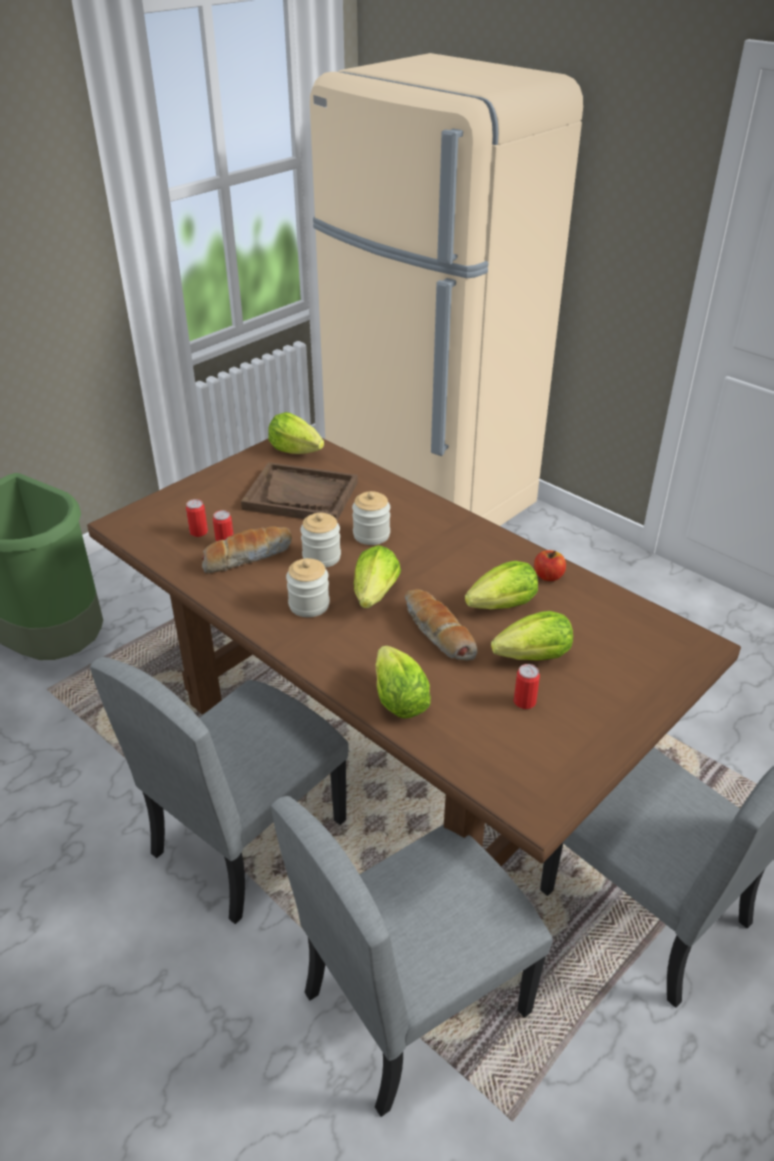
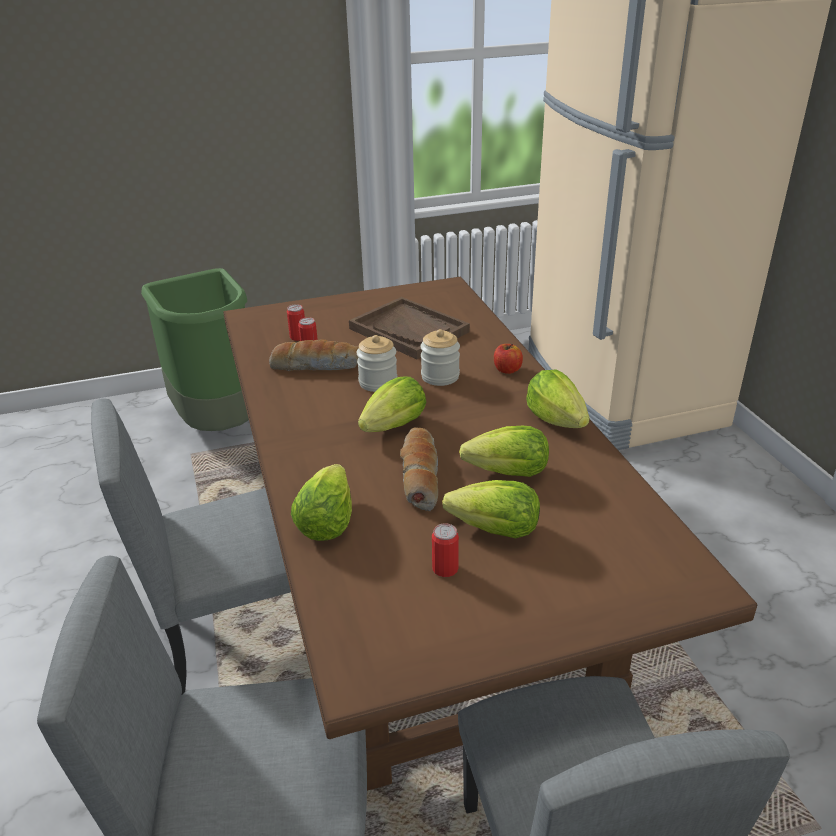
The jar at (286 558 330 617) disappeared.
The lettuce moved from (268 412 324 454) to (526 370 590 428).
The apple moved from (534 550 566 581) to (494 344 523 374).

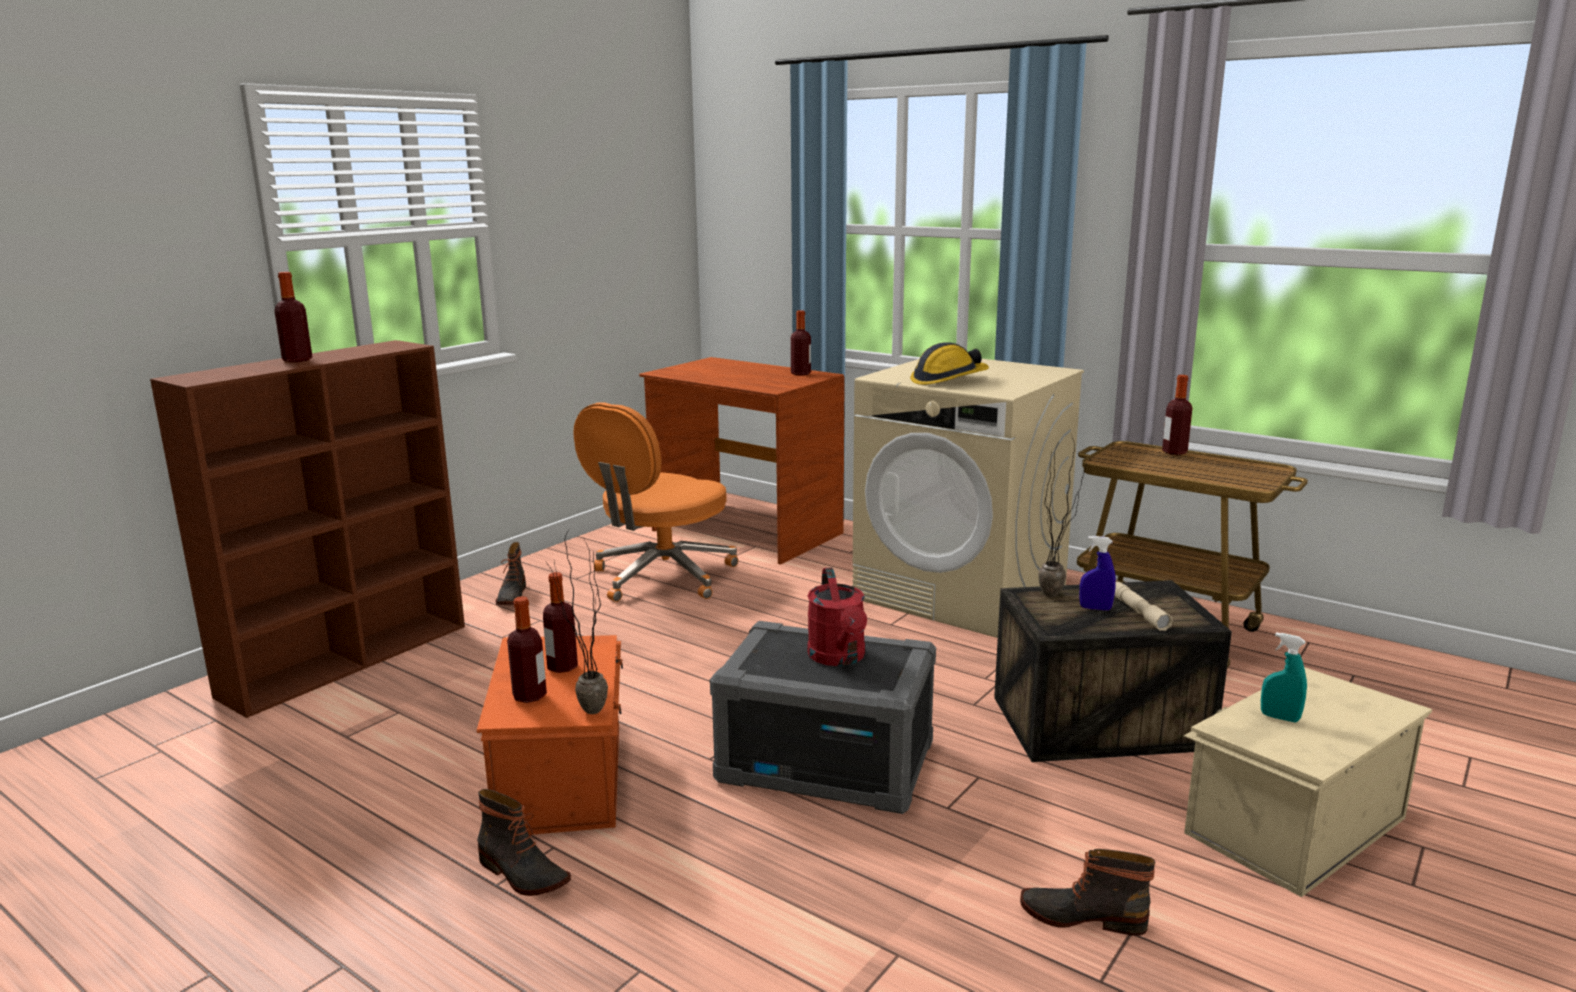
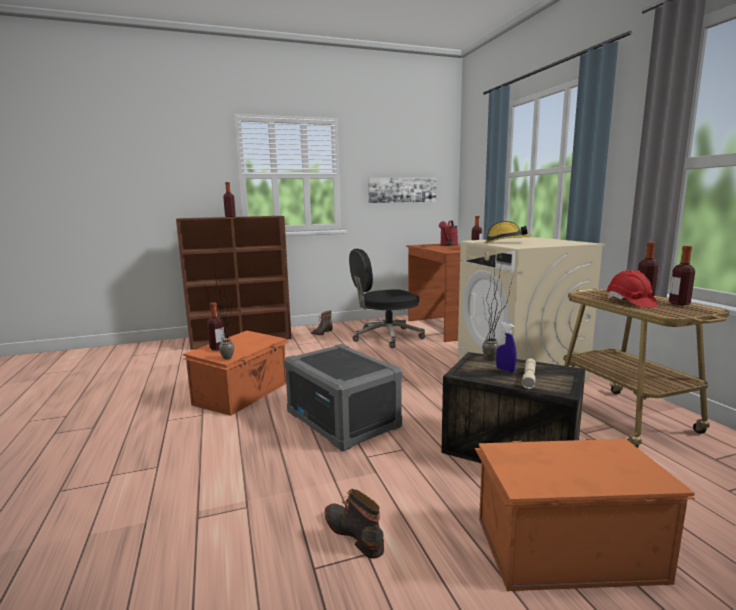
The boot at (477 789 571 896) disappeared.
The turquoise spray bottle at (1261 632 1307 722) disappeared.
The picture at (368 177 436 203) appeared.
The red hard hat at (607 270 658 308) appeared.
The bottle moved from (543 572 578 673) to (669 246 695 305).
The red watering can moved from (807 567 867 666) to (439 221 458 246).
The orange office chair at (573 402 738 602) became the black office chair at (349 249 425 348).
The beige storage box at (1184 667 1432 897) became the orange storage box at (475 438 695 591).

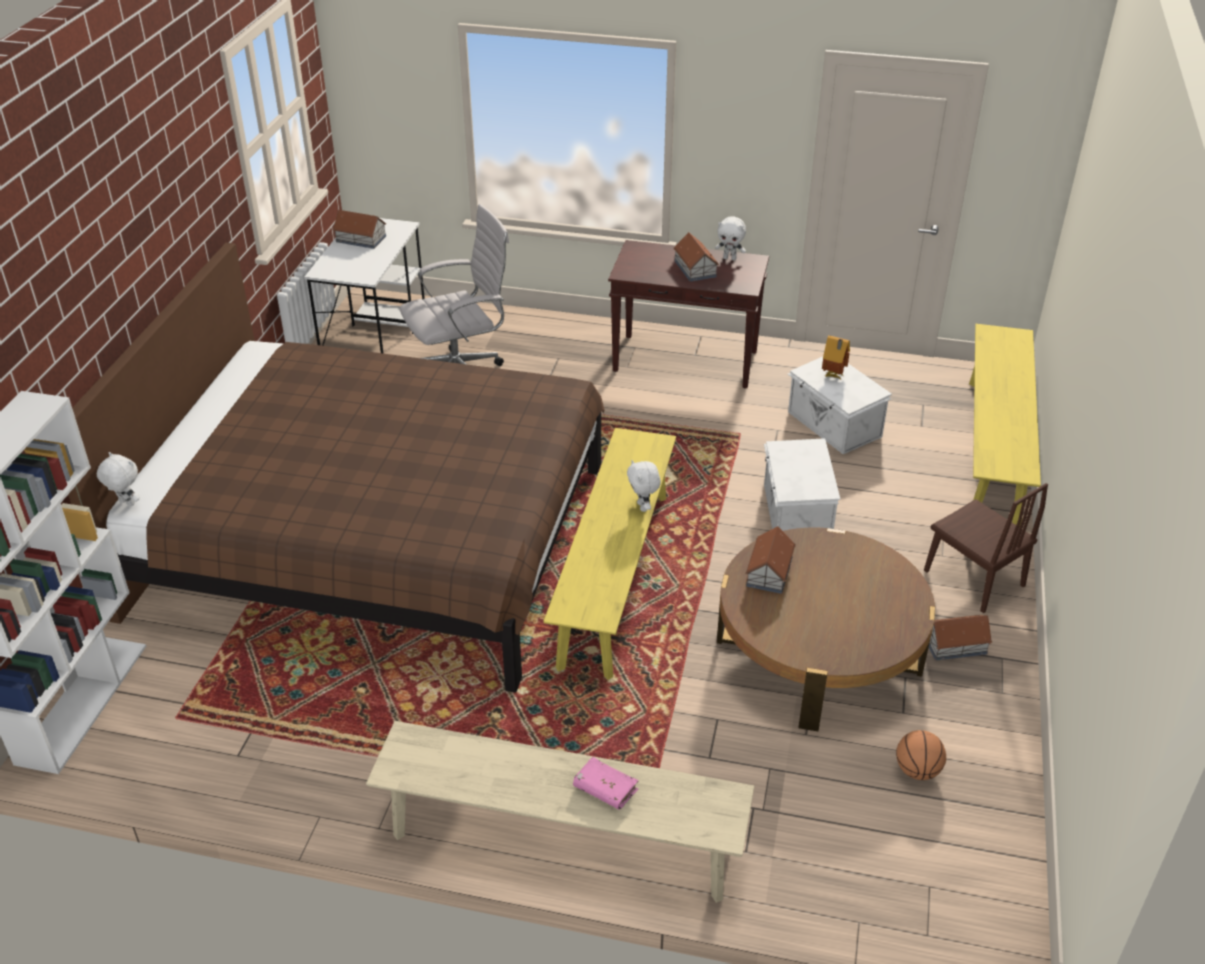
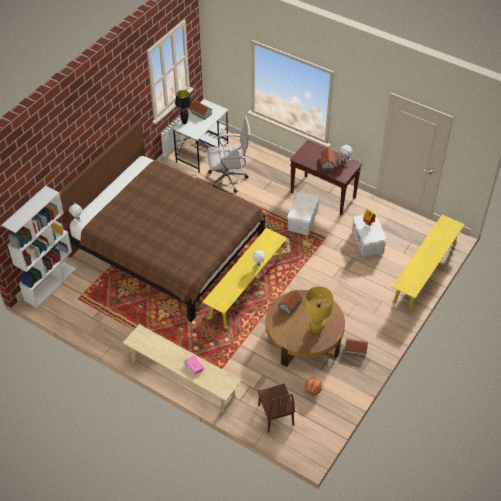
The black table lamp at (175 90 192 124) appeared.
The yellow table lamp at (305 287 334 333) appeared.
The white storage box moved from (764 438 840 531) to (287 192 320 236).
The brown chair moved from (924 483 1048 613) to (257 384 295 433).

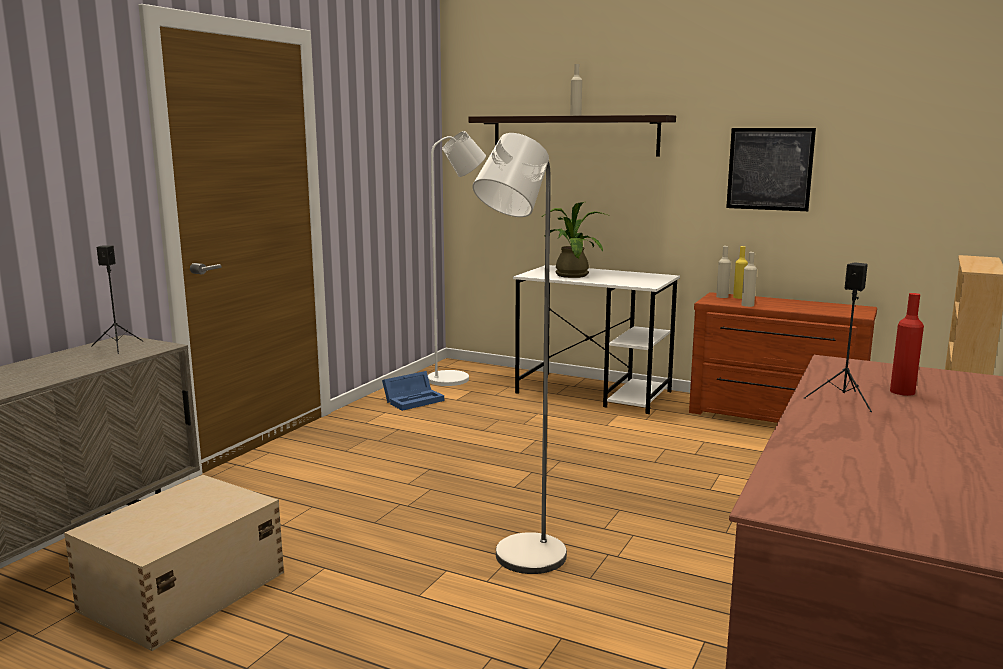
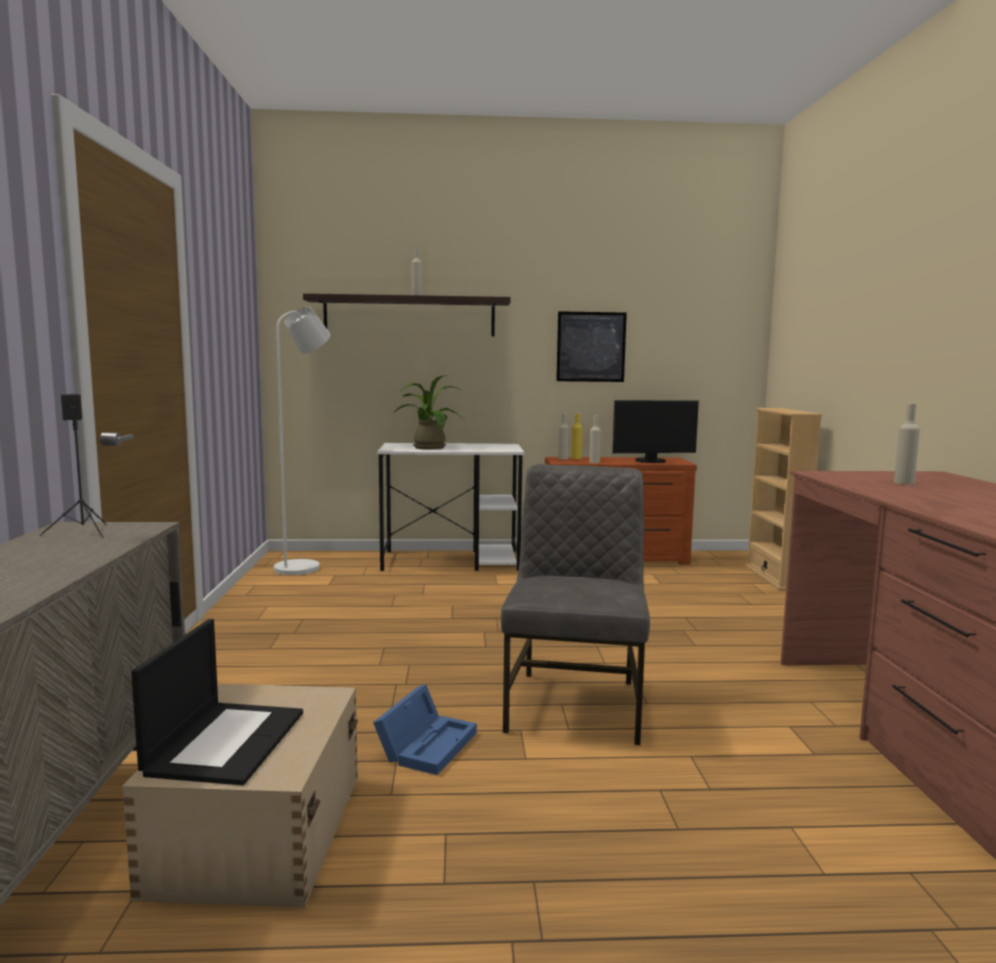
The black speaker at (804 262 872 412) disappeared.
The laptop at (131 619 303 786) appeared.
The monitor at (612 400 699 463) appeared.
The blue storage box moved from (382 371 444 411) to (373 684 477 775).
The grey floor lamp at (472 133 567 574) was replaced by the grey chair at (501 464 650 745).
The red bottle at (890 293 924 396) became the beige bottle at (894 404 920 485).

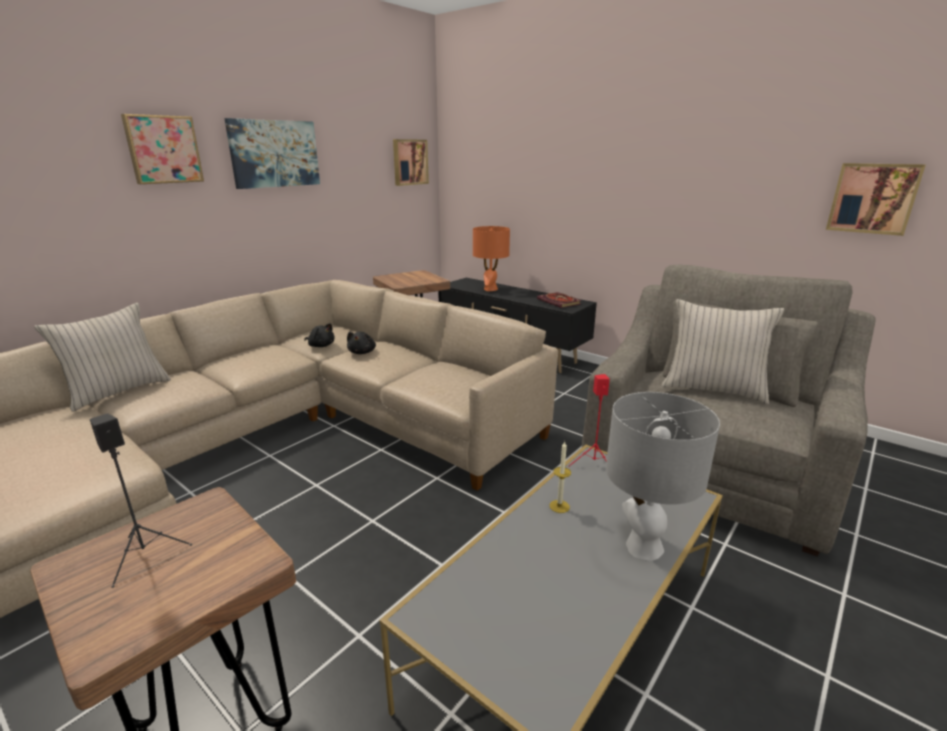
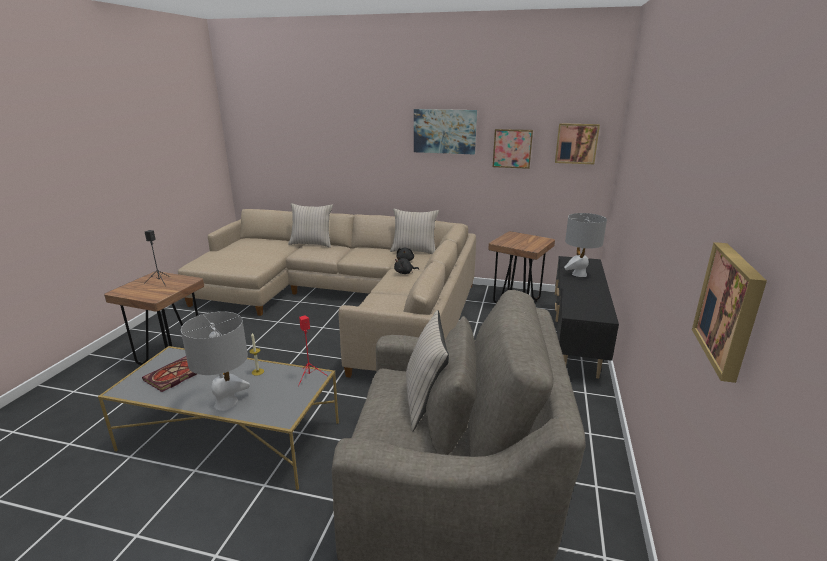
The beige pillow at (390 209 439 254) appeared.
The picture moved from (121 114 204 184) to (493 129 533 169).
The book moved from (537 292 582 308) to (142 356 197 392).
The orange table lamp at (473 226 510 291) became the grey table lamp at (564 213 607 277).

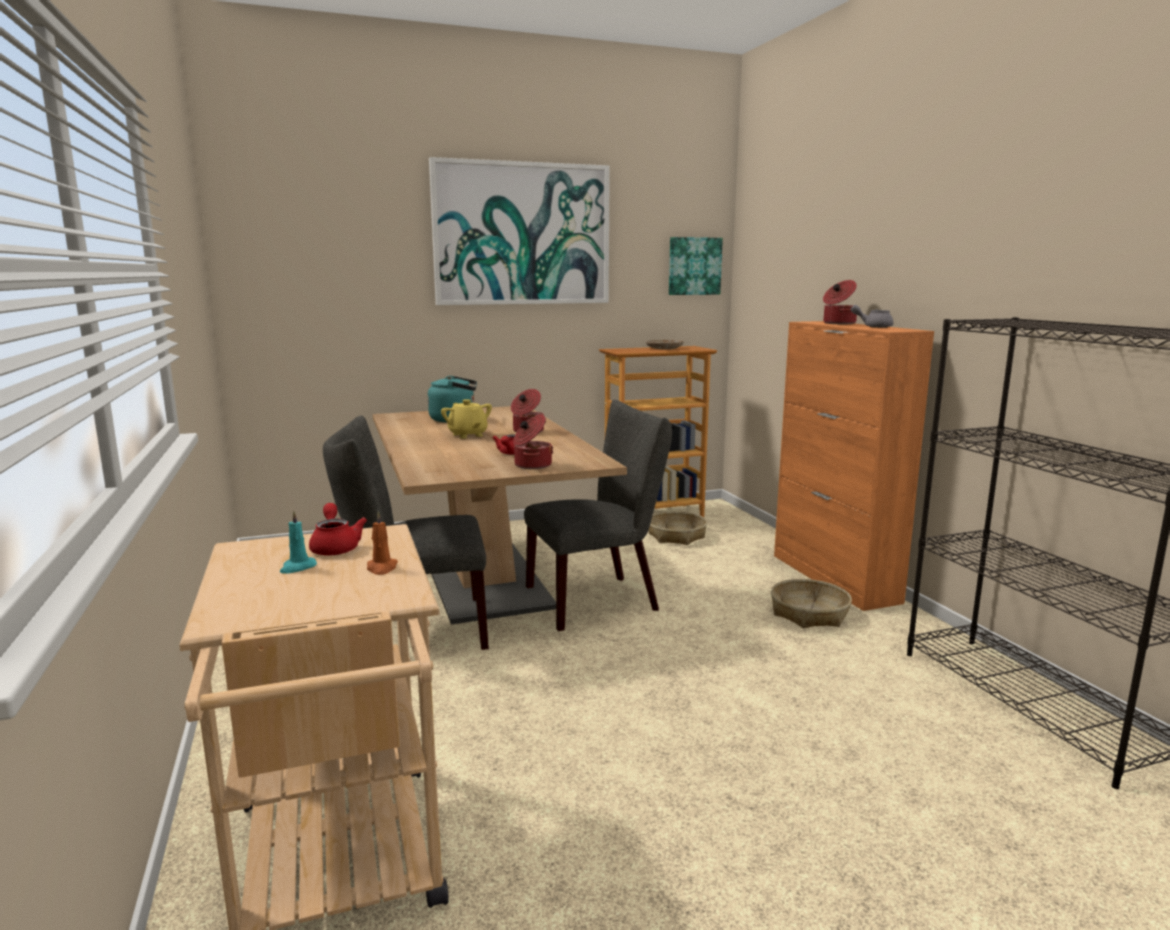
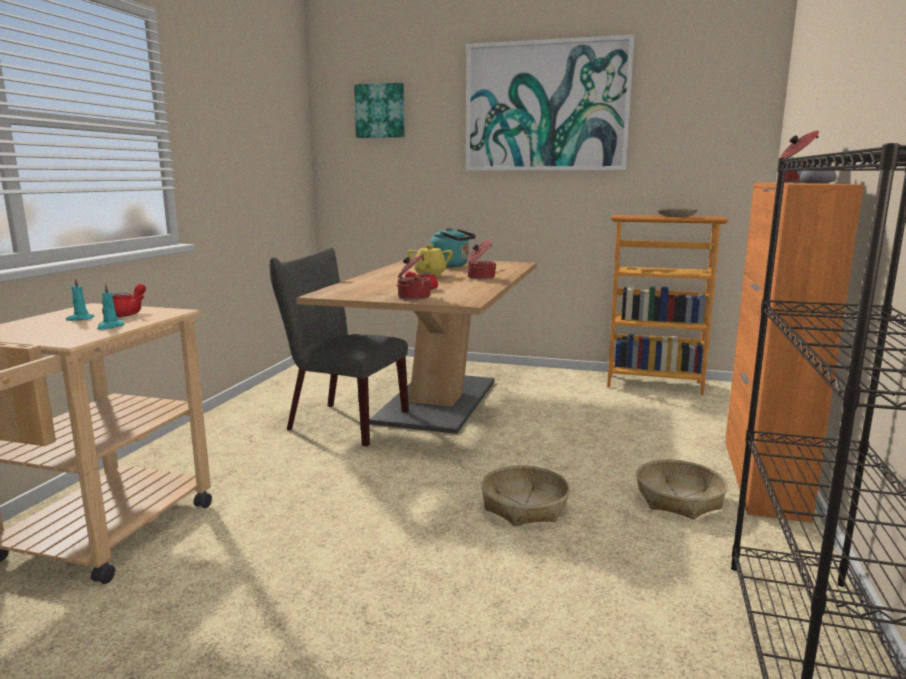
The grey chair at (524 400 672 631) disappeared.
The basket moved from (648 511 707 545) to (481 465 570 526).
The picture moved from (669 237 723 295) to (354 83 405 138).
The orange candle at (367 511 398 575) became the turquoise candle at (97 283 125 330).

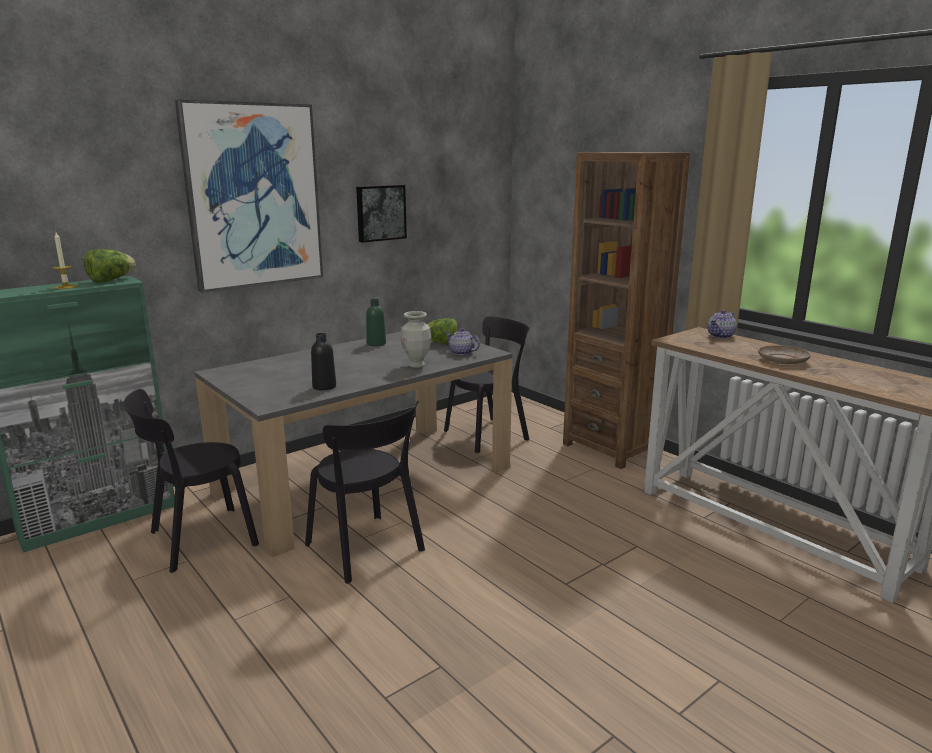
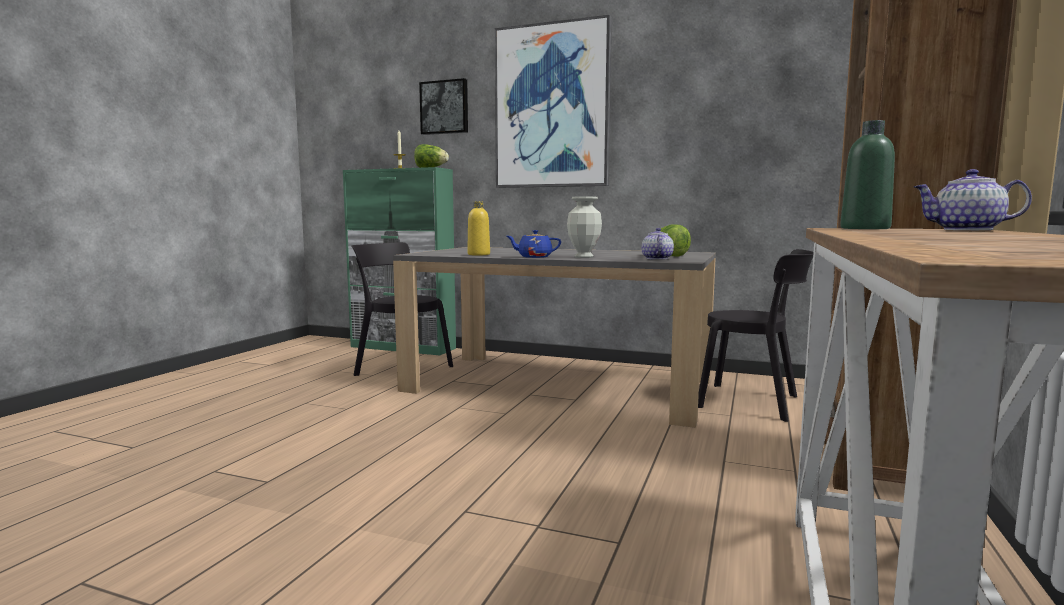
The black chair at (305 400 425 584) disappeared.
The beige plate at (758 345 811 364) disappeared.
The blue teapot at (507 230 561 258) appeared.
The picture moved from (356 185 407 243) to (419 78 468 135).
The green bottle moved from (366 299 386 346) to (840 120 895 229).
The black bottle at (311 333 336 390) became the yellow bottle at (467 201 490 255).

